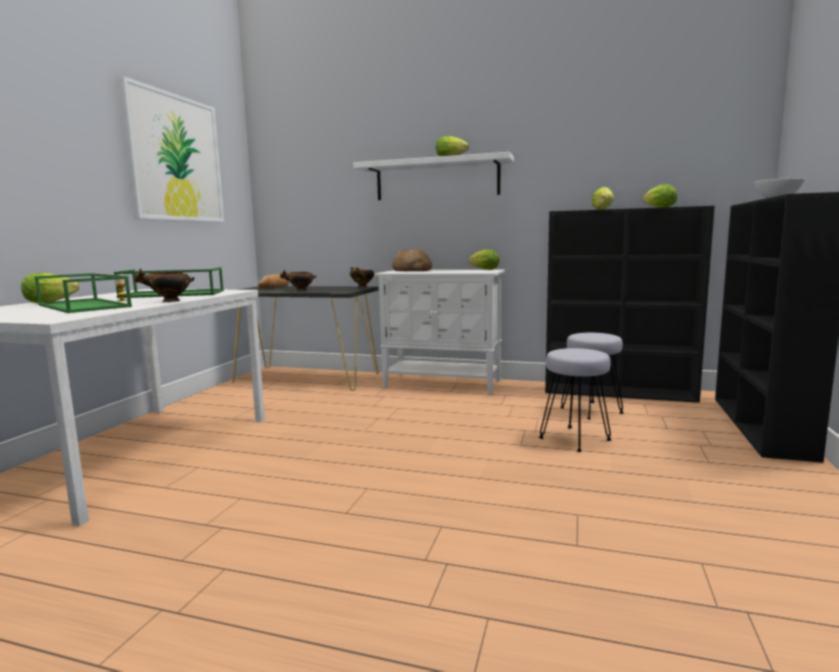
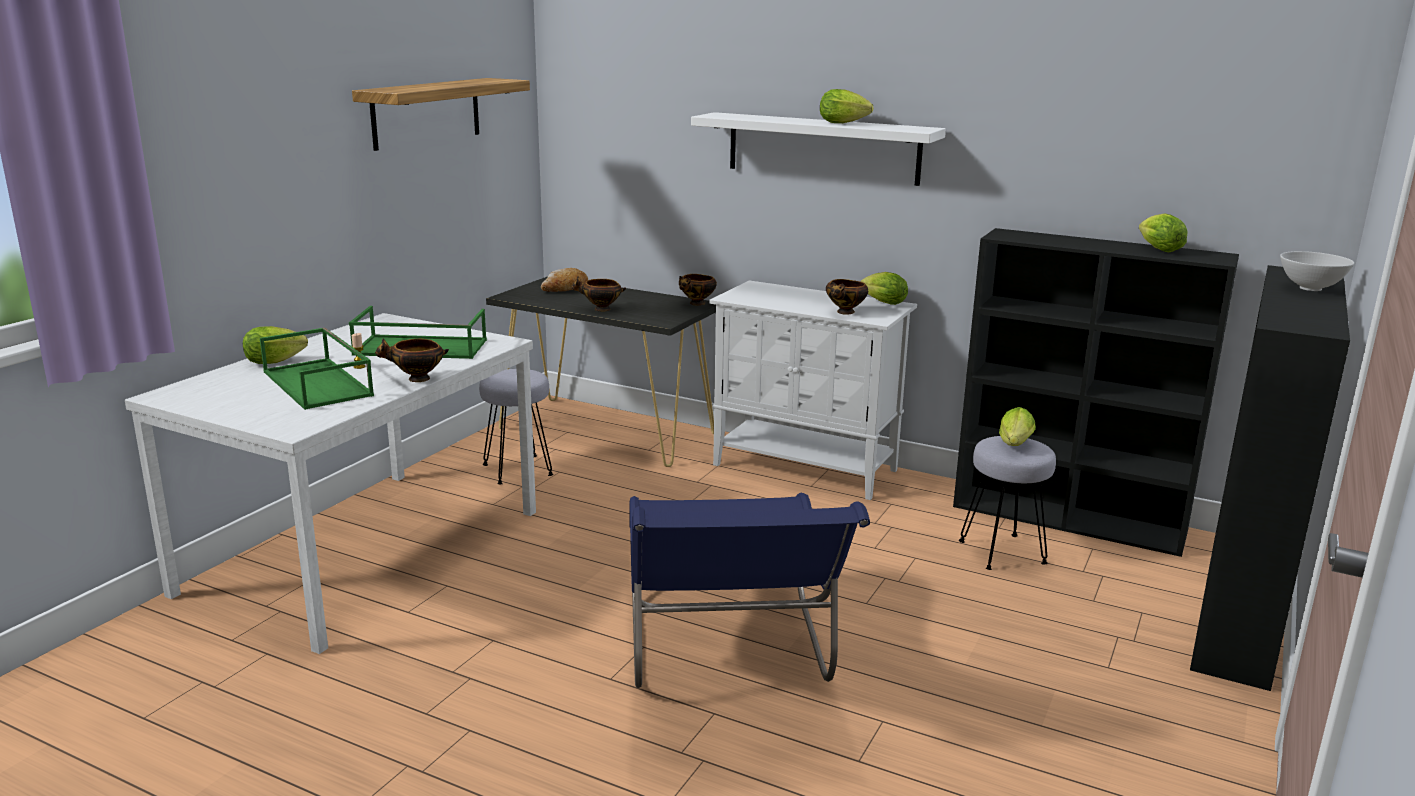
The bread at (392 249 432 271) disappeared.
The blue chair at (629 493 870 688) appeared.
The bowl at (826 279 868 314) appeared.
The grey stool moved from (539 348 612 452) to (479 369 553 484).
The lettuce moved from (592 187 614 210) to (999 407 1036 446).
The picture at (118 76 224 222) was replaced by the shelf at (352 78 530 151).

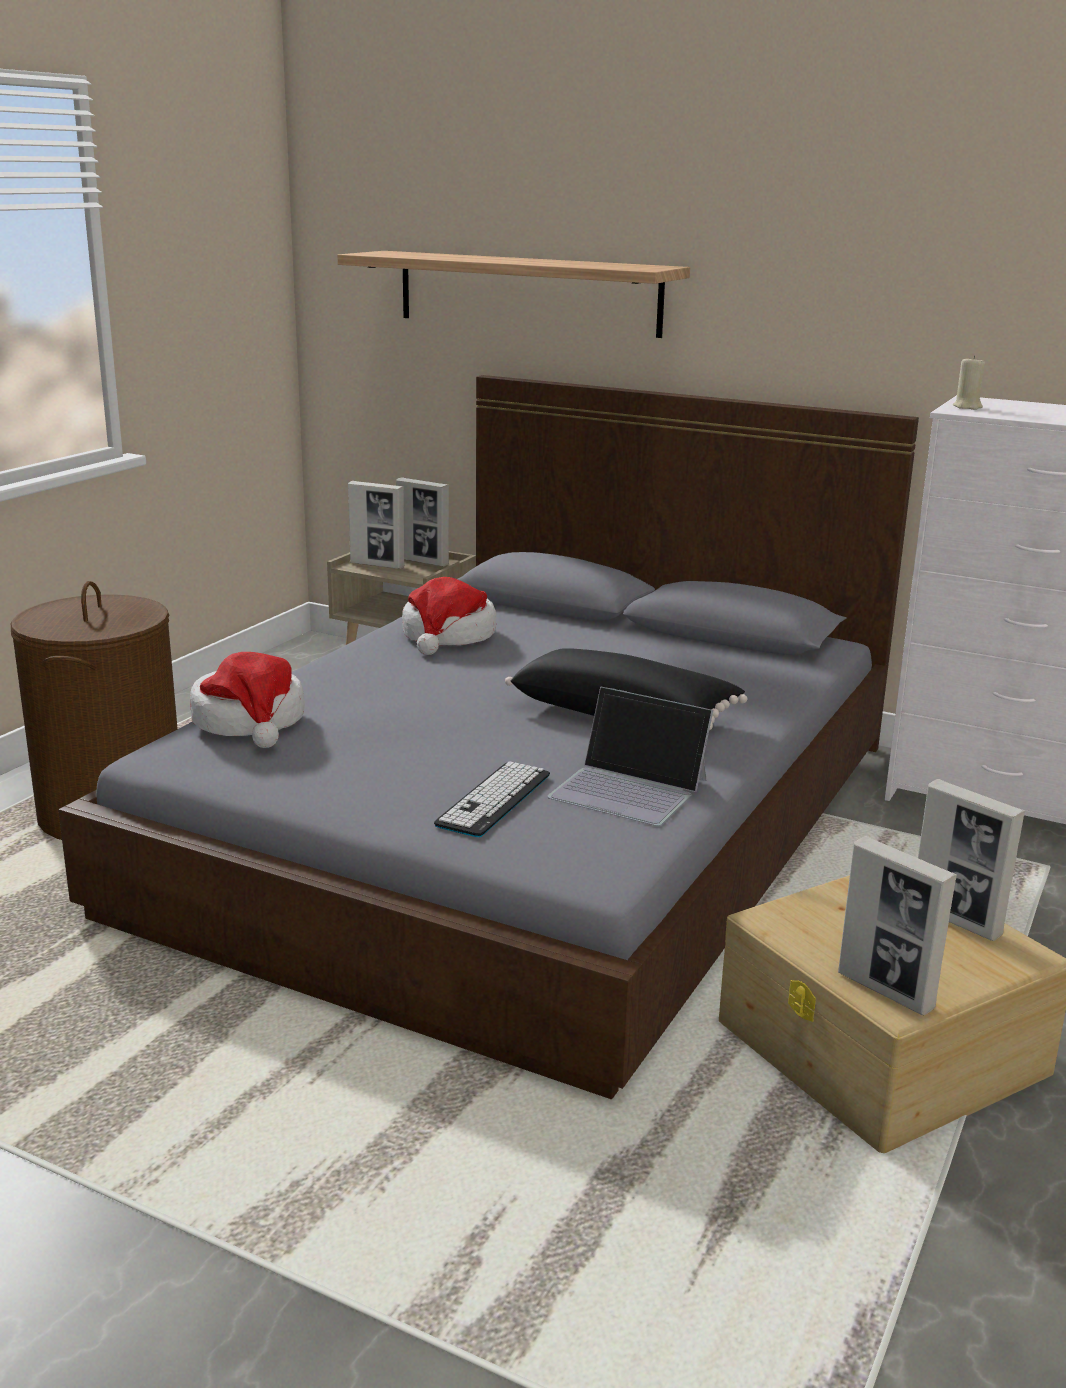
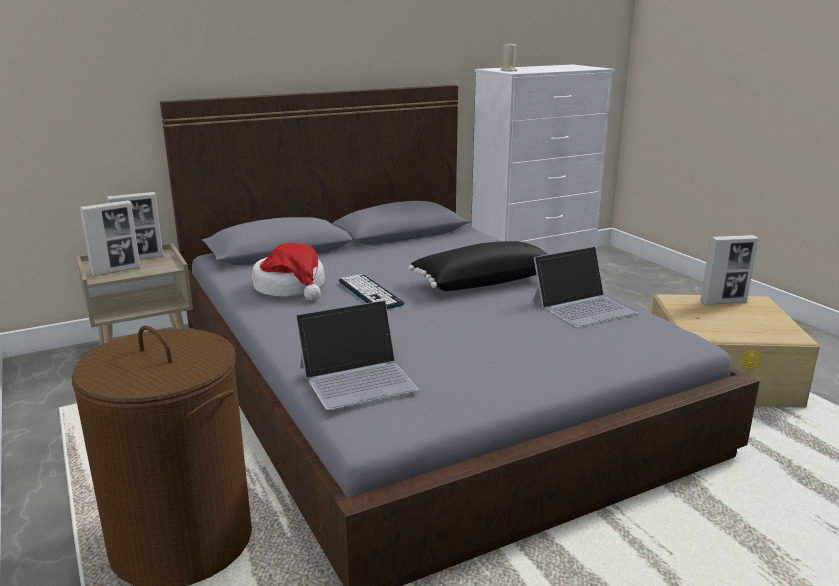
The shelf at (337 251 690 338) disappeared.
The picture frame at (838 836 957 1015) disappeared.
The keyboard moved from (434 761 550 837) to (339 274 404 309).
The hat at (190 652 305 748) was replaced by the laptop at (296 300 419 410).

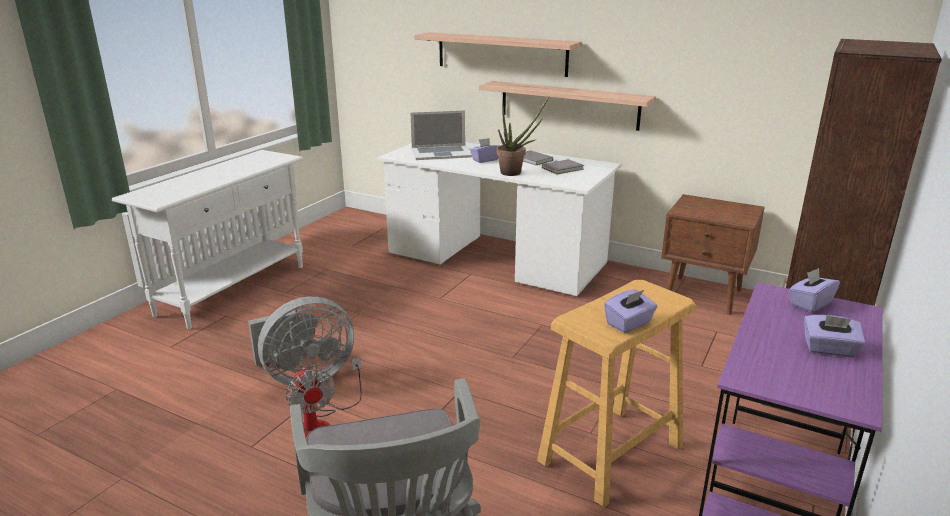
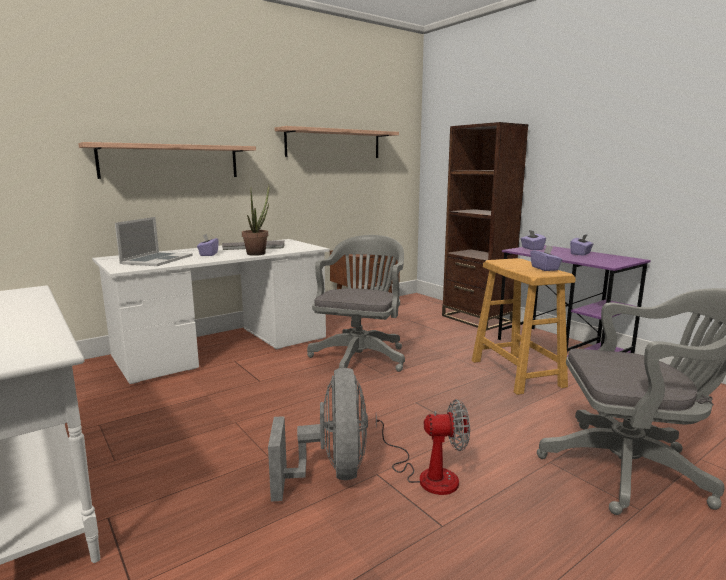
The grey office chair at (307 235 405 372) appeared.
The shelf moved from (479 81 656 131) to (275 126 399 158).

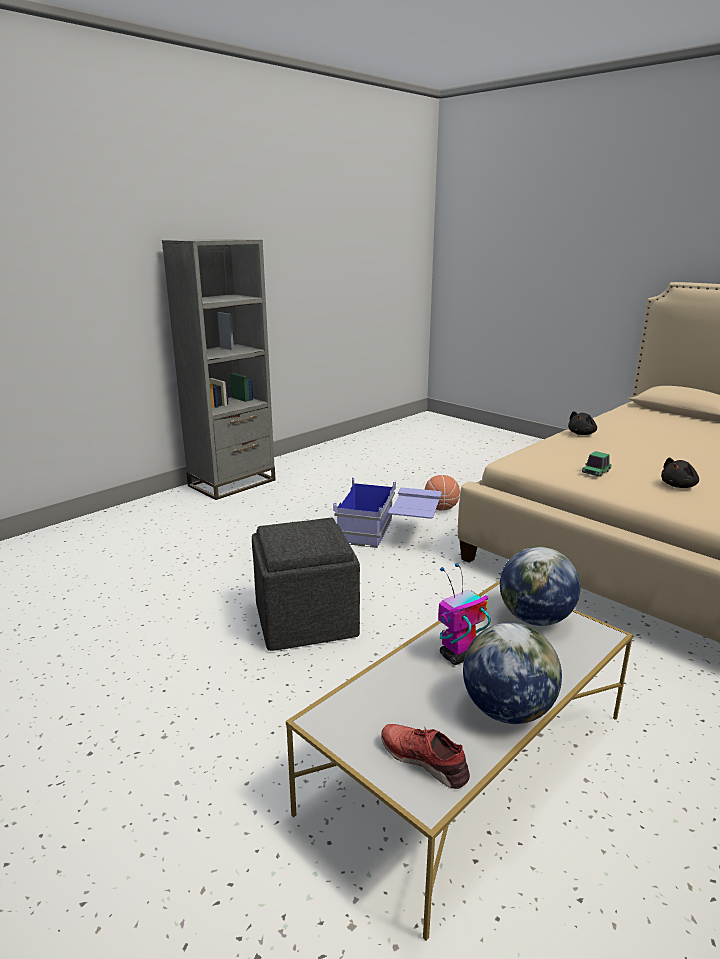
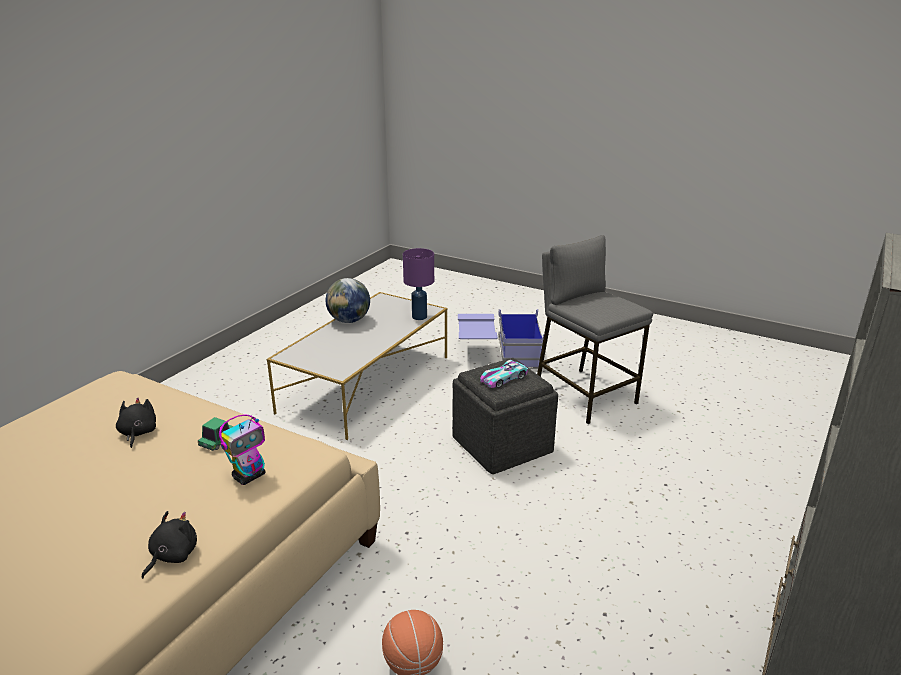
The red shoe at (381 724 470 789) disappeared.
The globe at (500 546 580 626) disappeared.
The purple table lamp at (403 248 434 320) appeared.
The toy car at (480 360 528 388) appeared.
The grey stool at (537 235 653 424) appeared.
The blue storage box moved from (333 477 442 548) to (458 309 544 369).
The toy robot moved from (438 563 491 665) to (219 414 266 485).
The black plush toy at (661 458 699 488) turned 45 degrees counterclockwise.

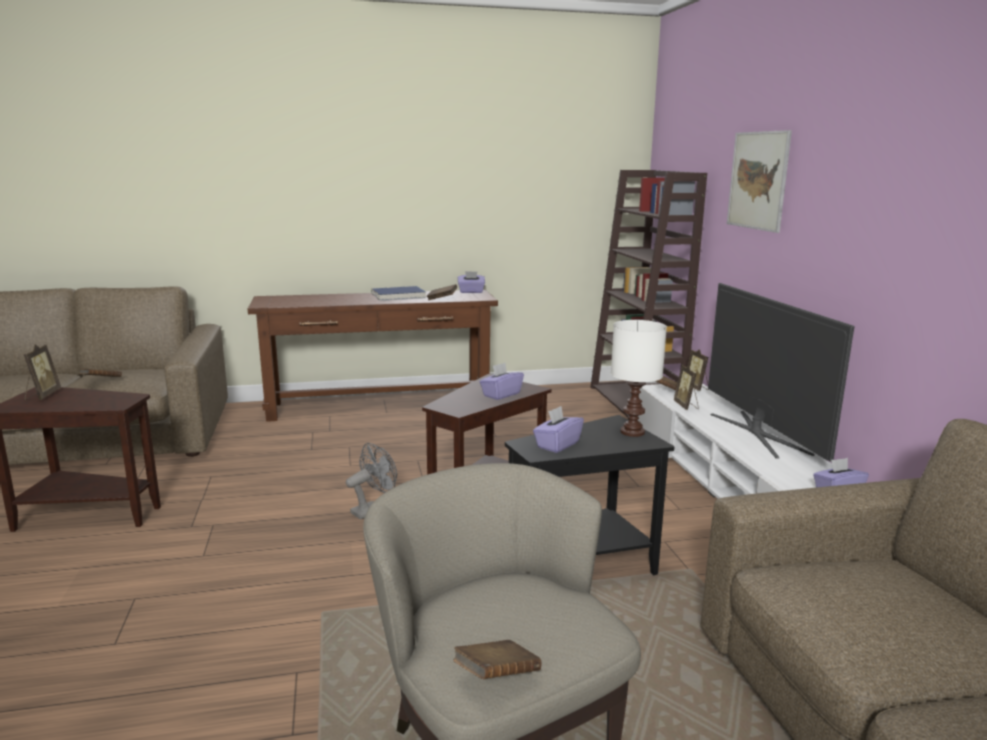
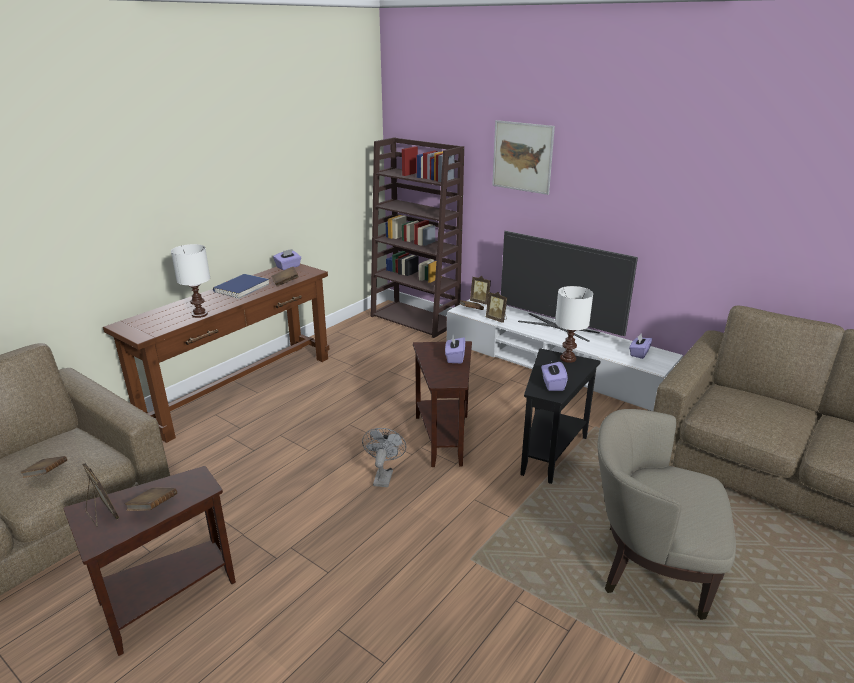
The white table lamp at (171 244 210 318) appeared.
The brown book moved from (453 640 541 679) to (125 488 177 511).

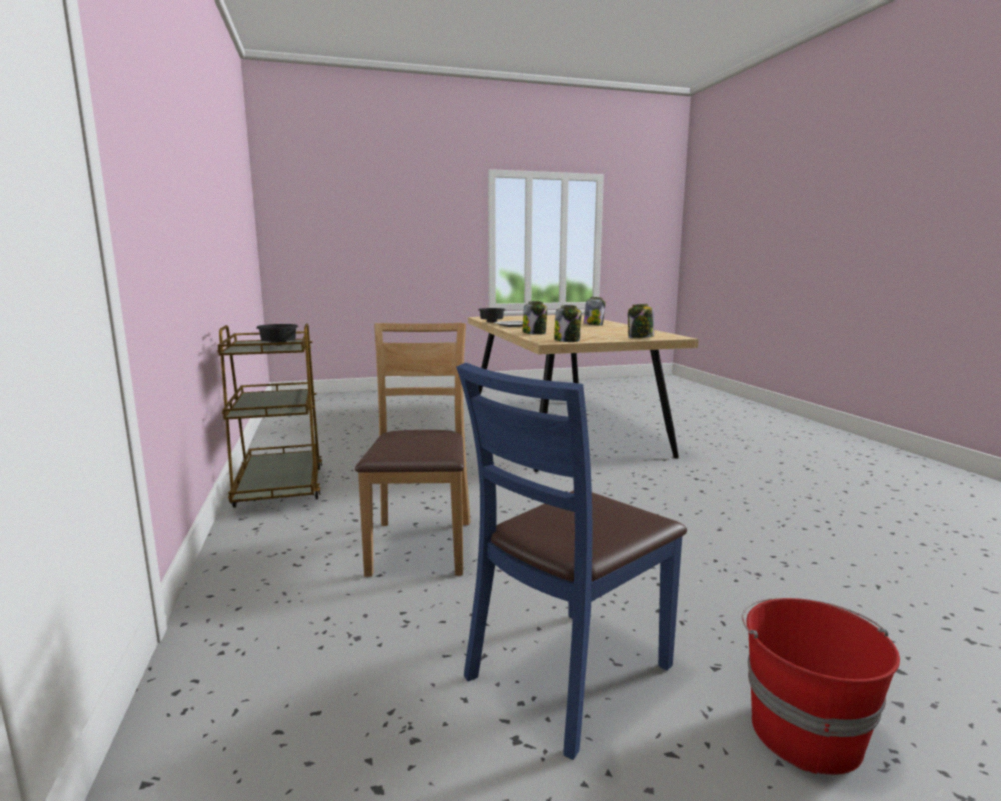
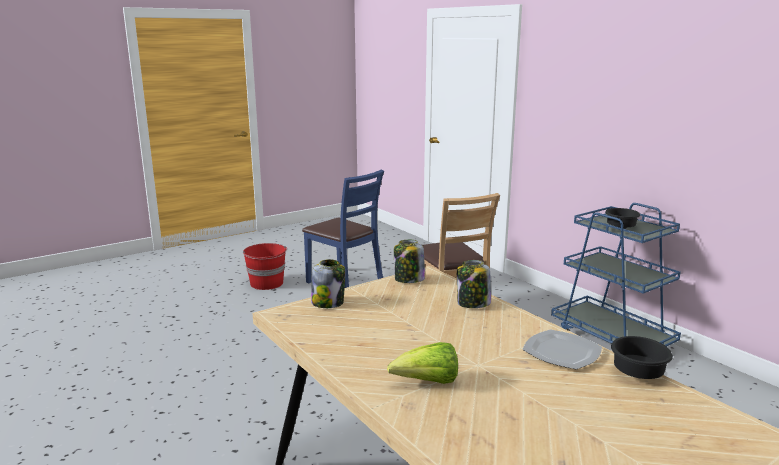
The jar at (583 297 605 325) was replaced by the lettuce at (387 342 458 384).
The brown cart at (217 323 322 508) became the blue cart at (551 203 681 347).
The blue chair at (456 363 687 760) turned 105 degrees clockwise.

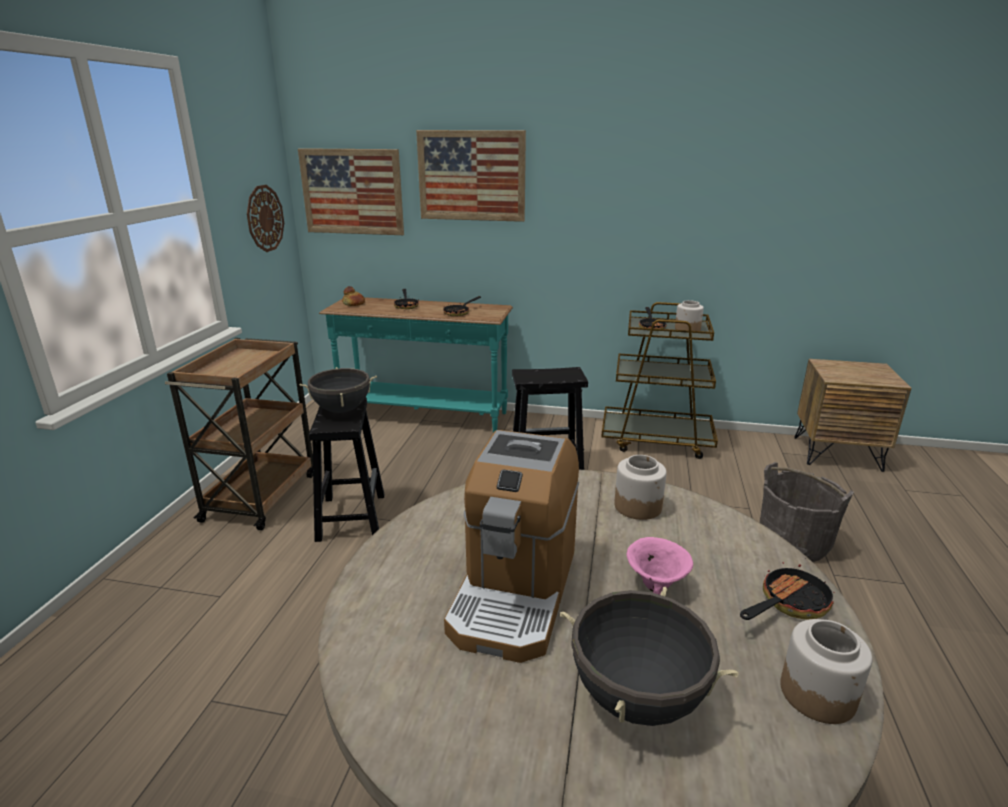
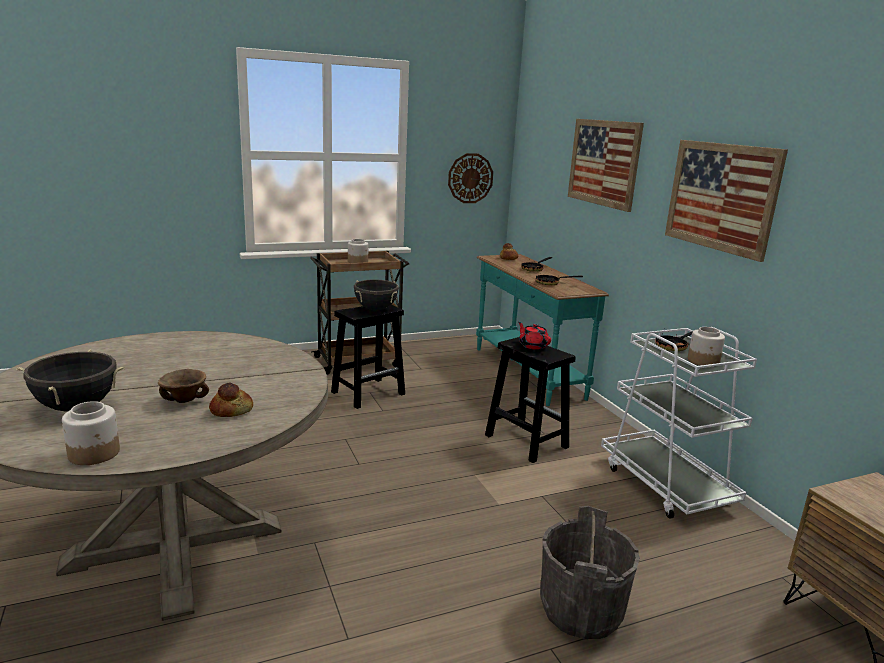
The coffee machine at (444 430 579 663) disappeared.
The frying pan at (740 558 835 620) disappeared.
The bread at (209 382 253 417) appeared.
The red teapot at (518 322 551 350) appeared.
The picture moved from (298 148 404 235) to (665 140 788 262).
The jar moved from (614 455 667 520) to (348 239 368 263).
The brown cart at (601 302 718 459) became the white cart at (601 327 757 519).
The pink bowl at (627 537 693 595) became the brown bowl at (158 369 209 403).

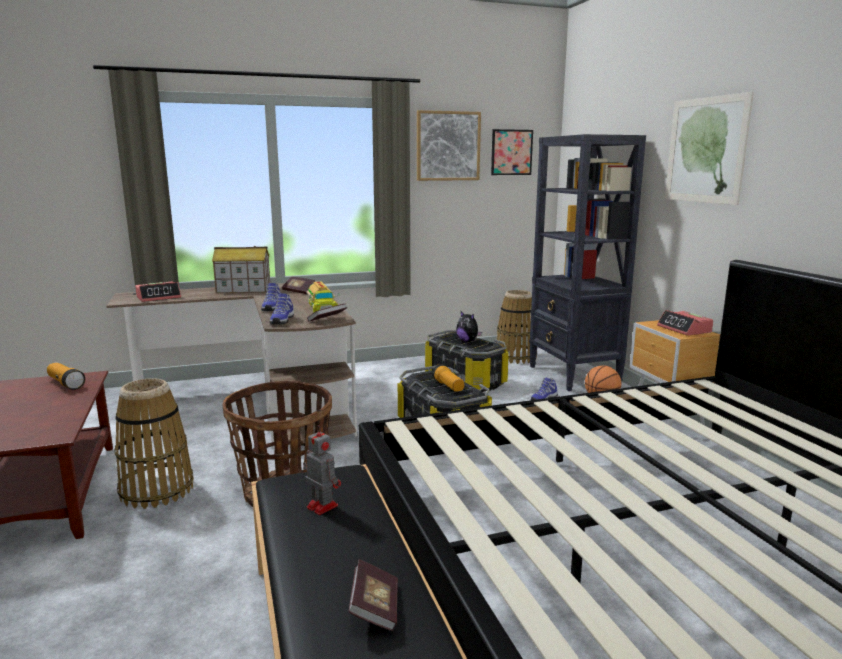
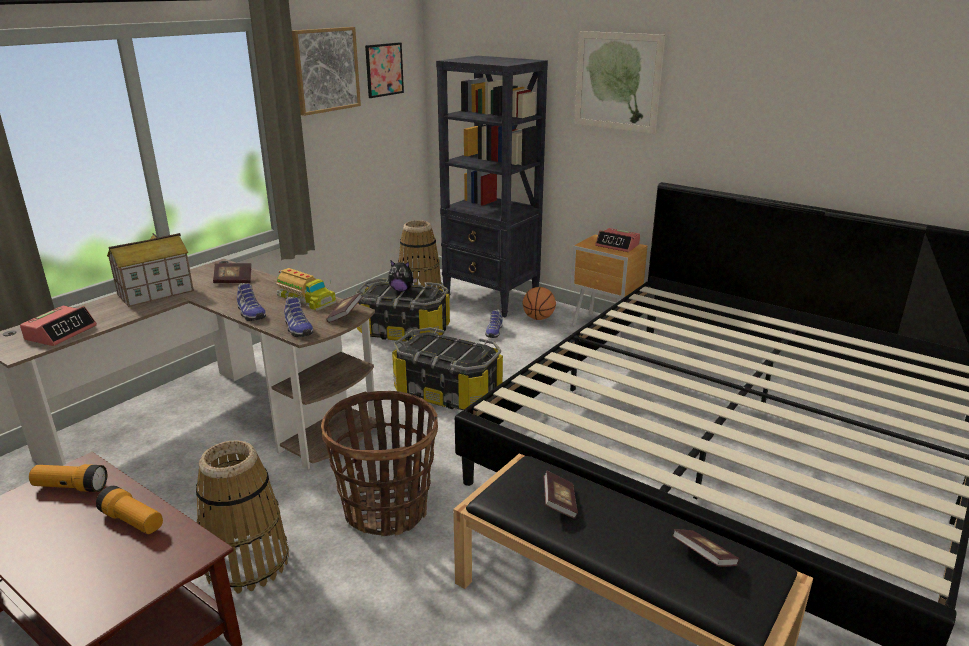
The flashlight moved from (432 364 464 392) to (96 486 163 534).
The toy robot at (303 425 341 515) was replaced by the book at (544 470 578 519).

